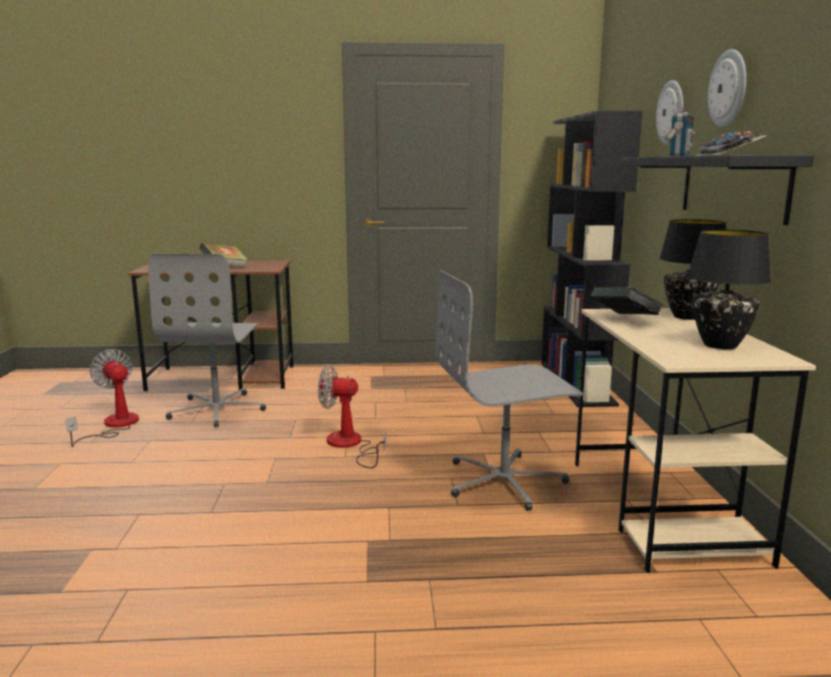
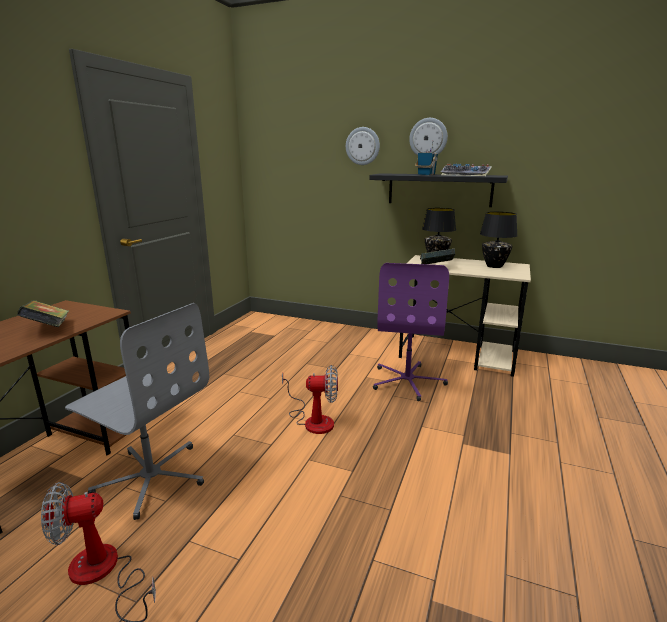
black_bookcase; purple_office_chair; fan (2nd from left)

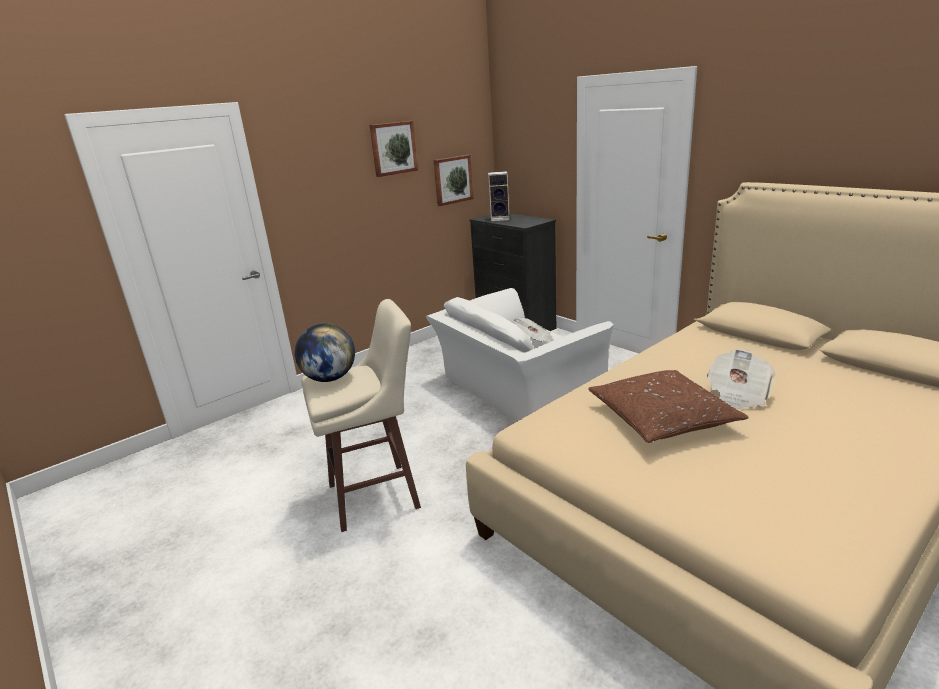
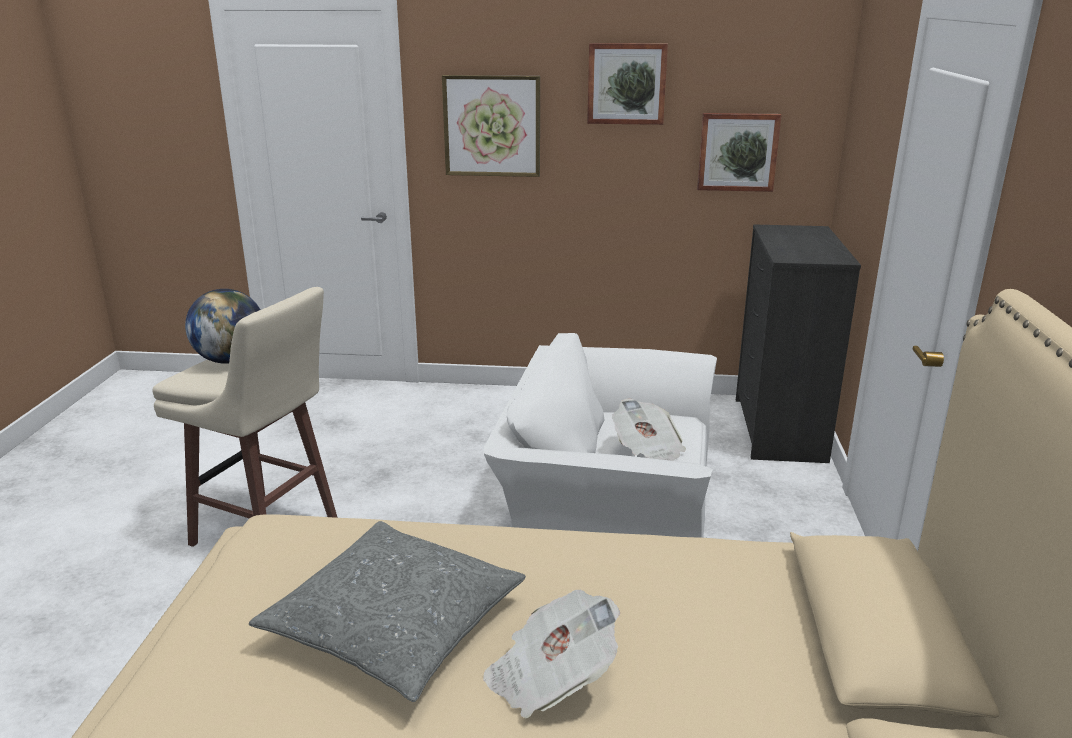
speaker; picture (1st from left); grey_pillow

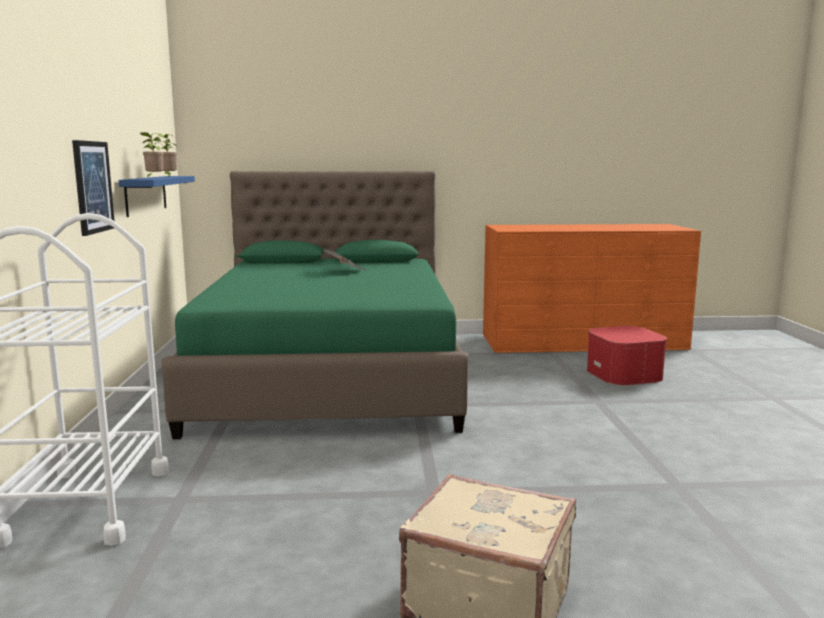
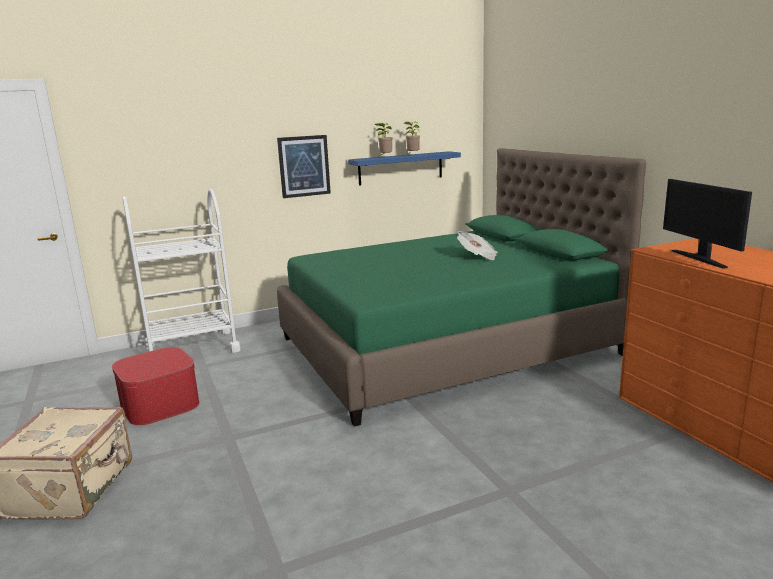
monitor; ottoman

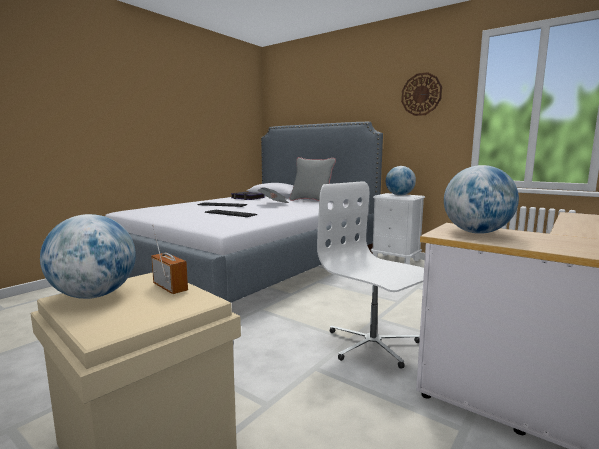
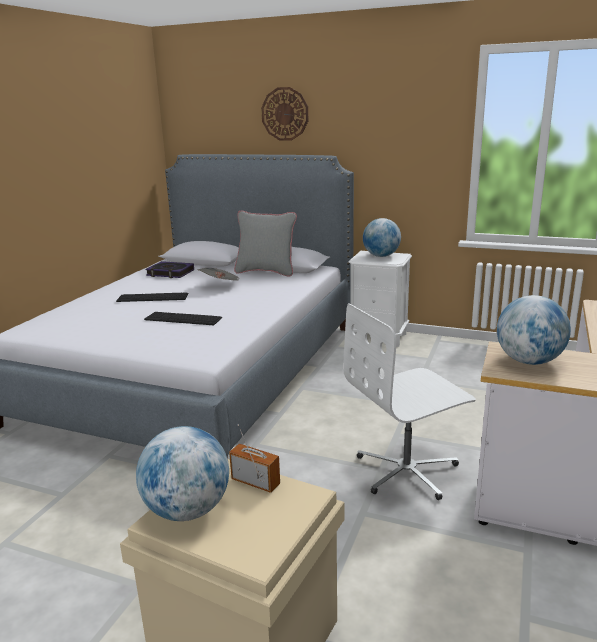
wall_clock; white_office_chair

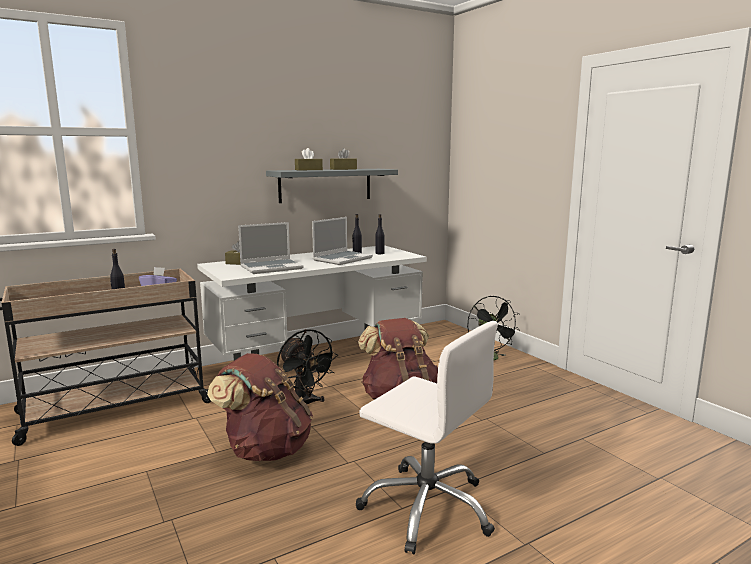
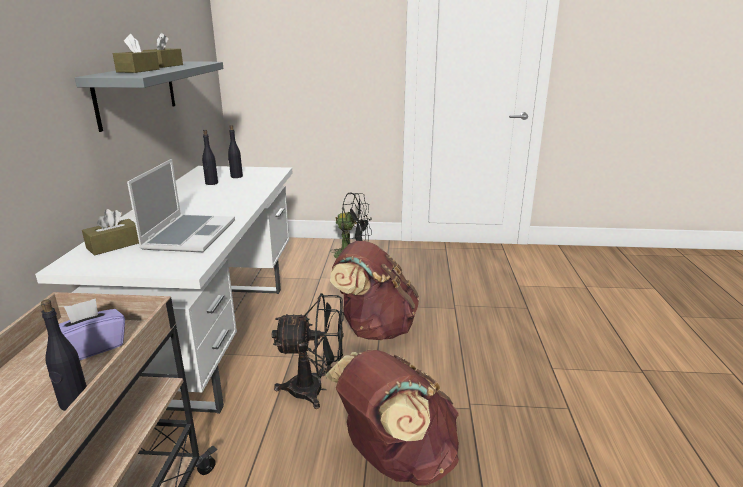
laptop (2nd from left in the first image); white_office_chair

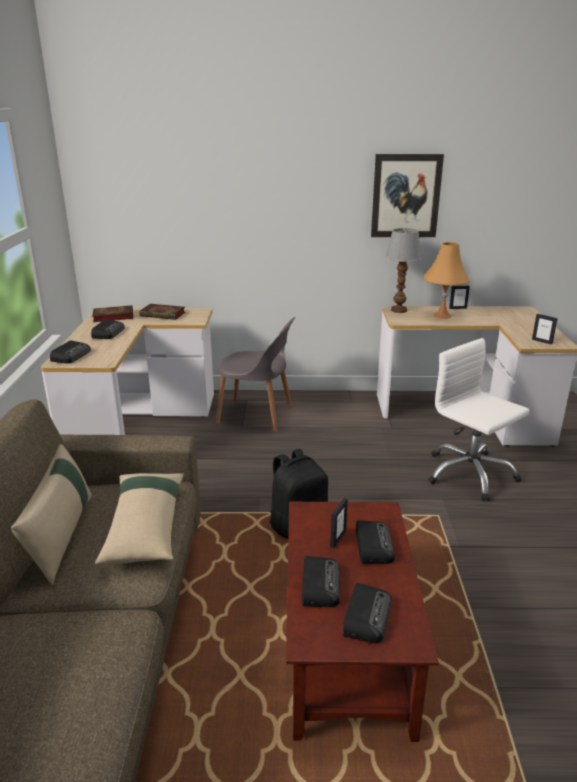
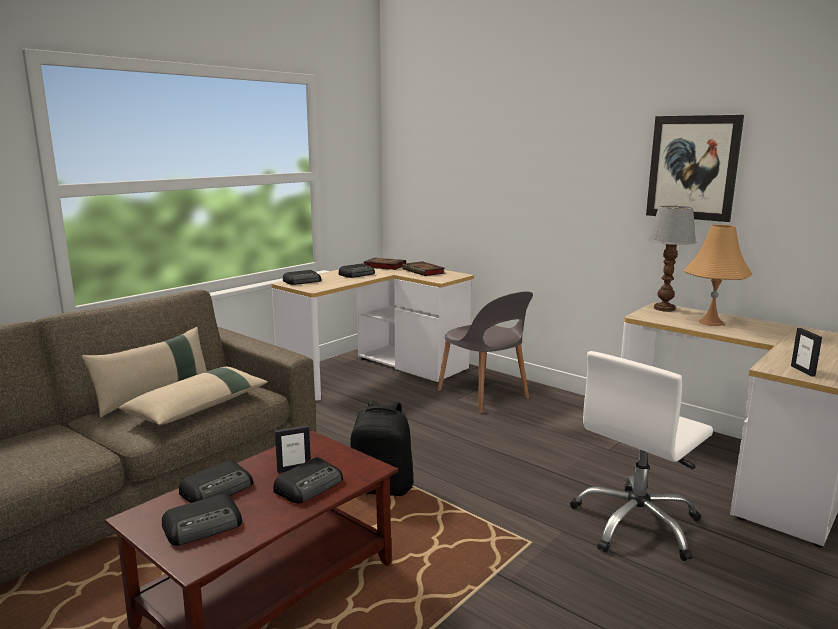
picture_frame (2nd from left in the first image); white_office_chair

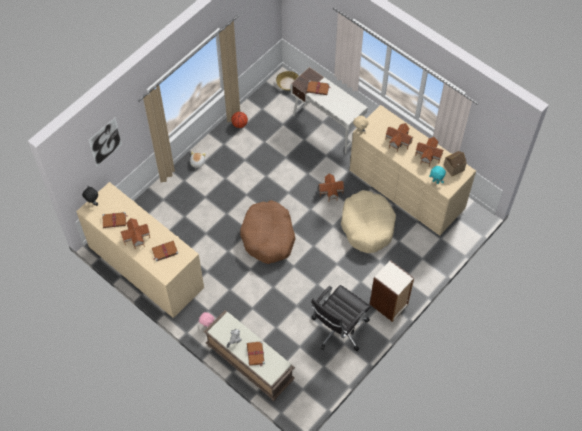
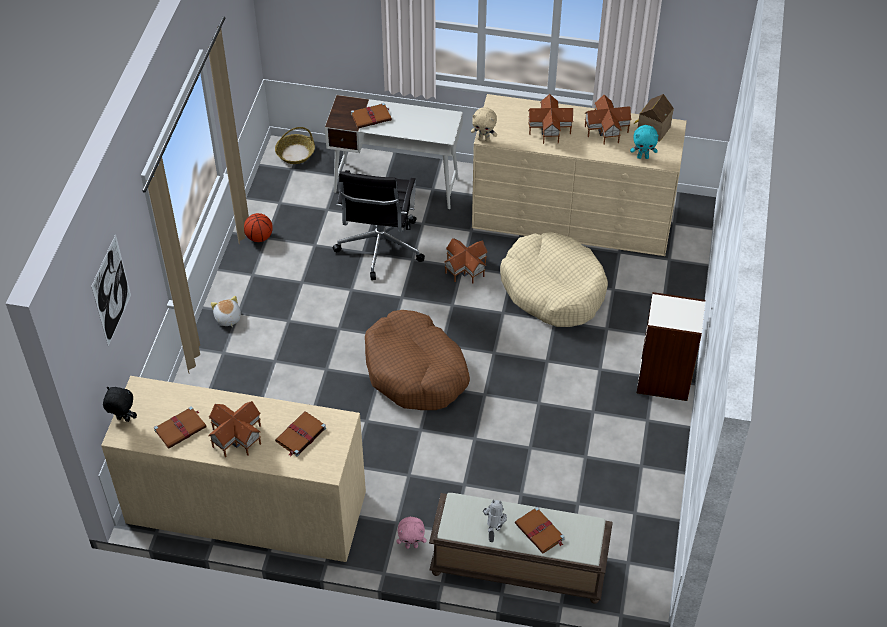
black_office_chair

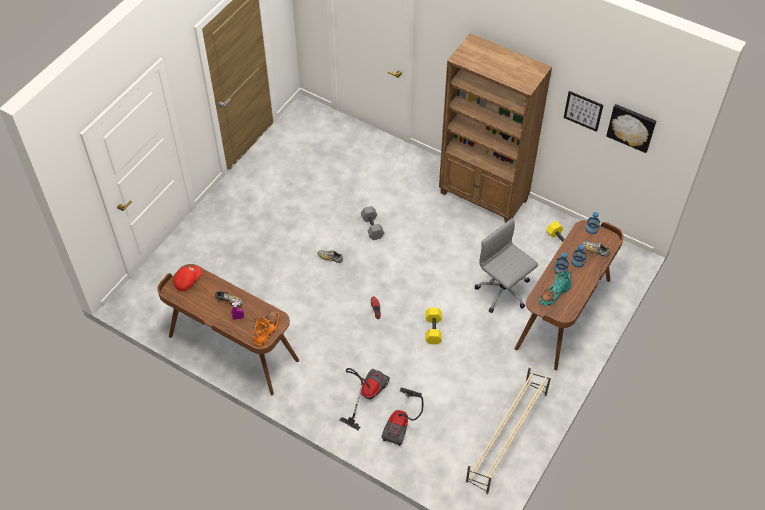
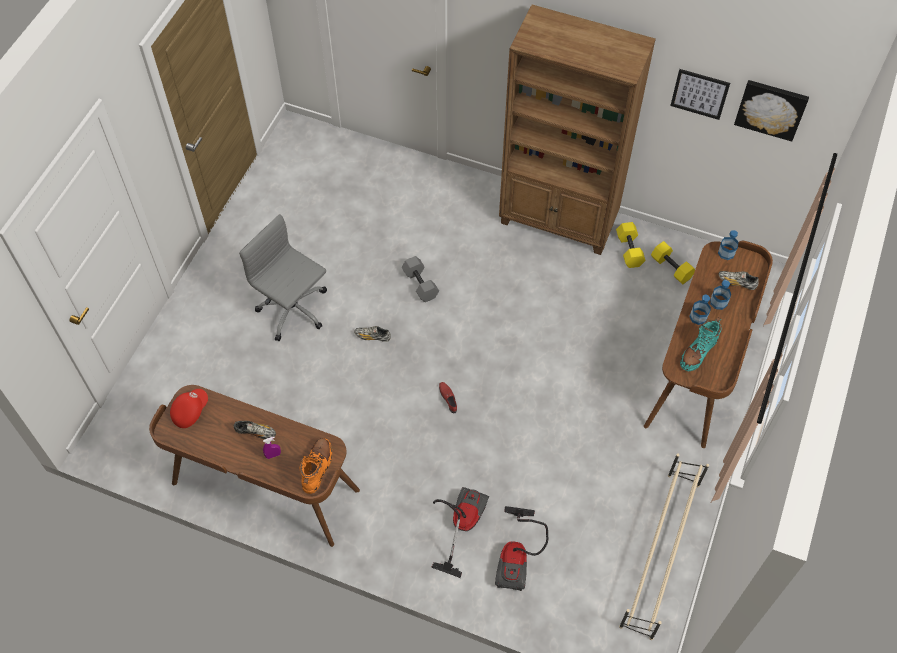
yellow_dumbbell (1st from left); grey_office_chair

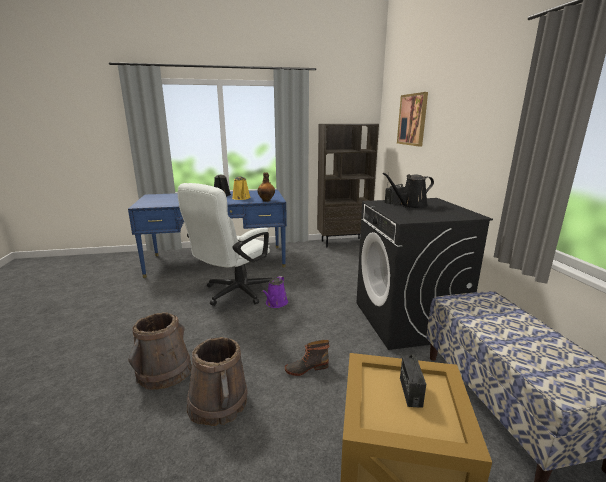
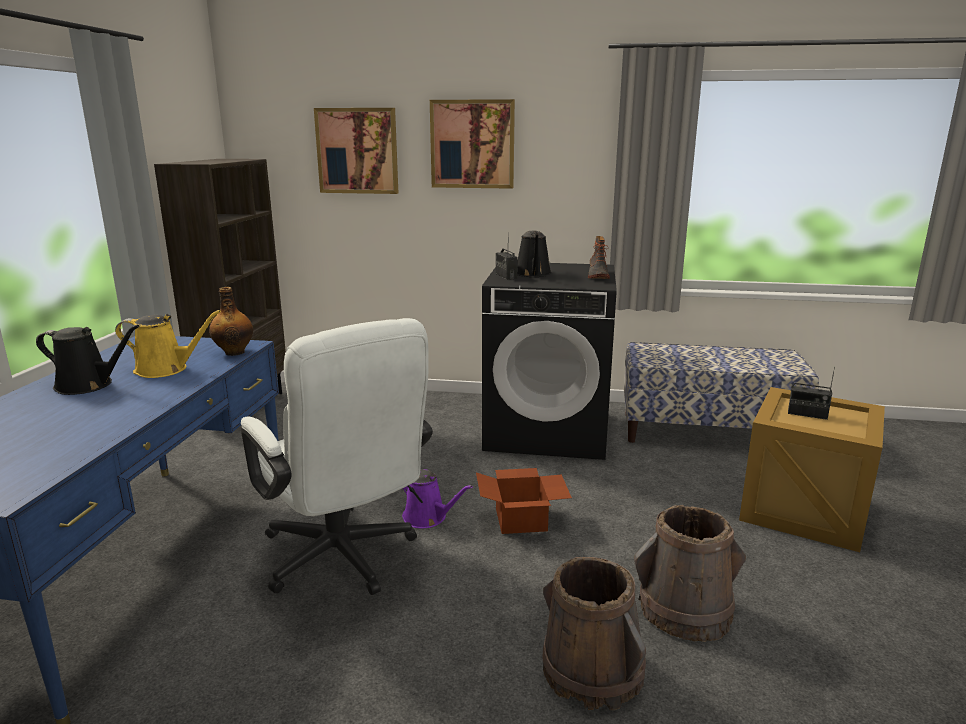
picture (2nd from left); cardboard_box; boot

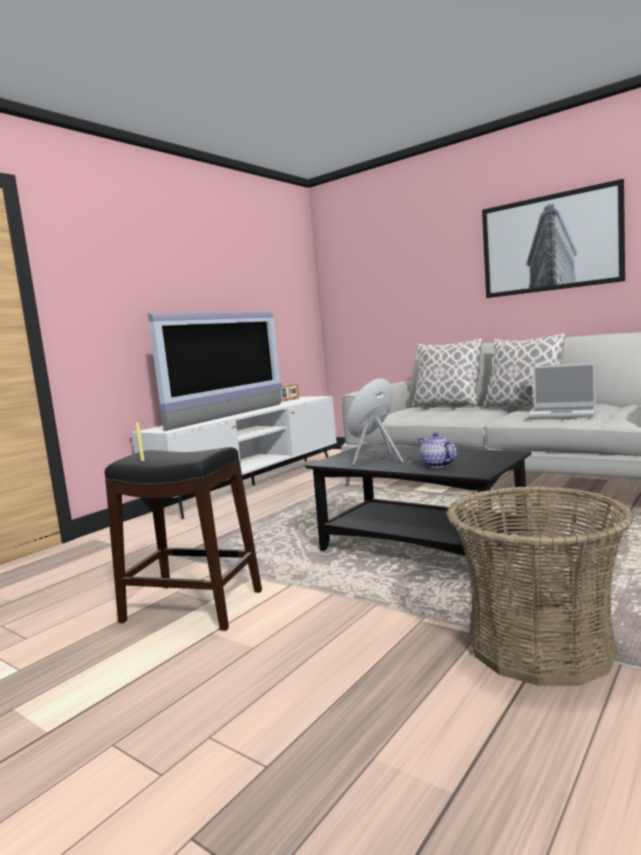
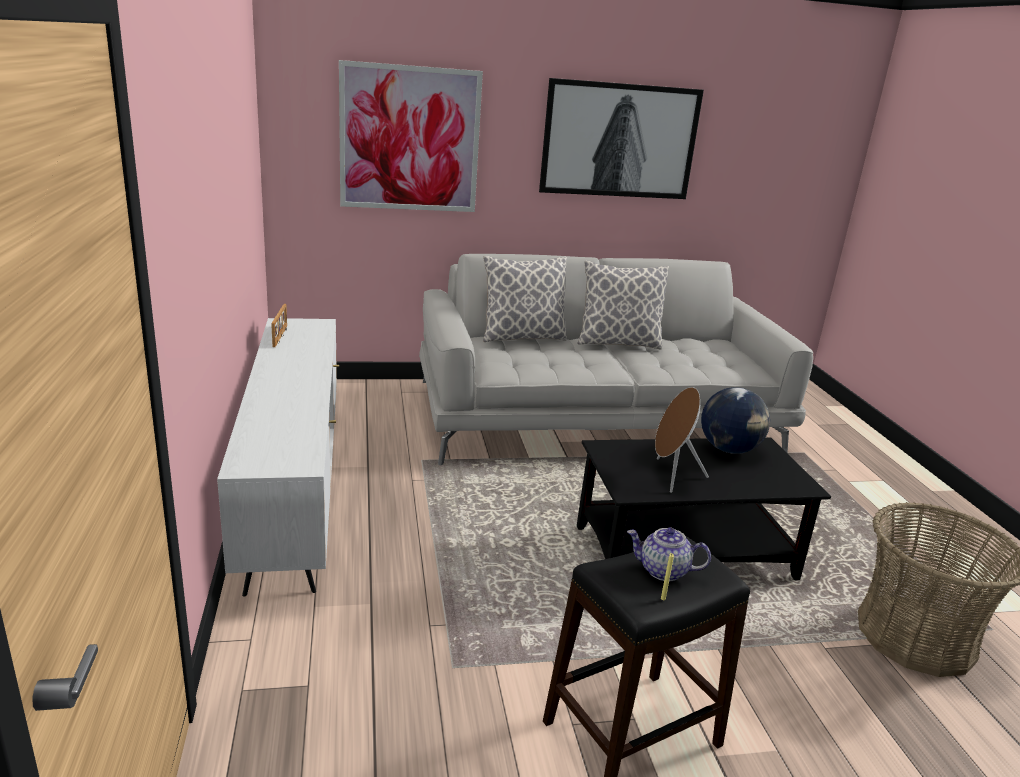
television; laptop; picture (1st from left); globe; teapot

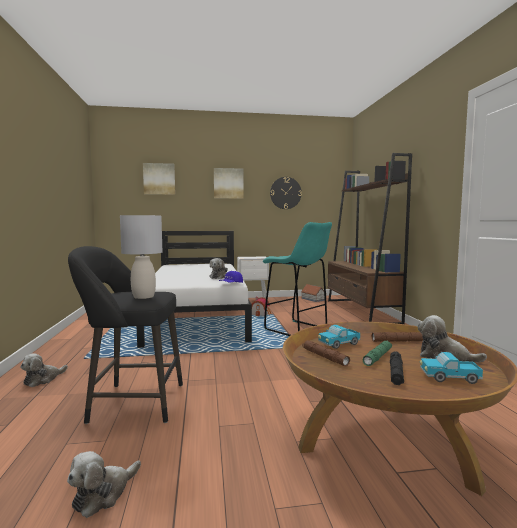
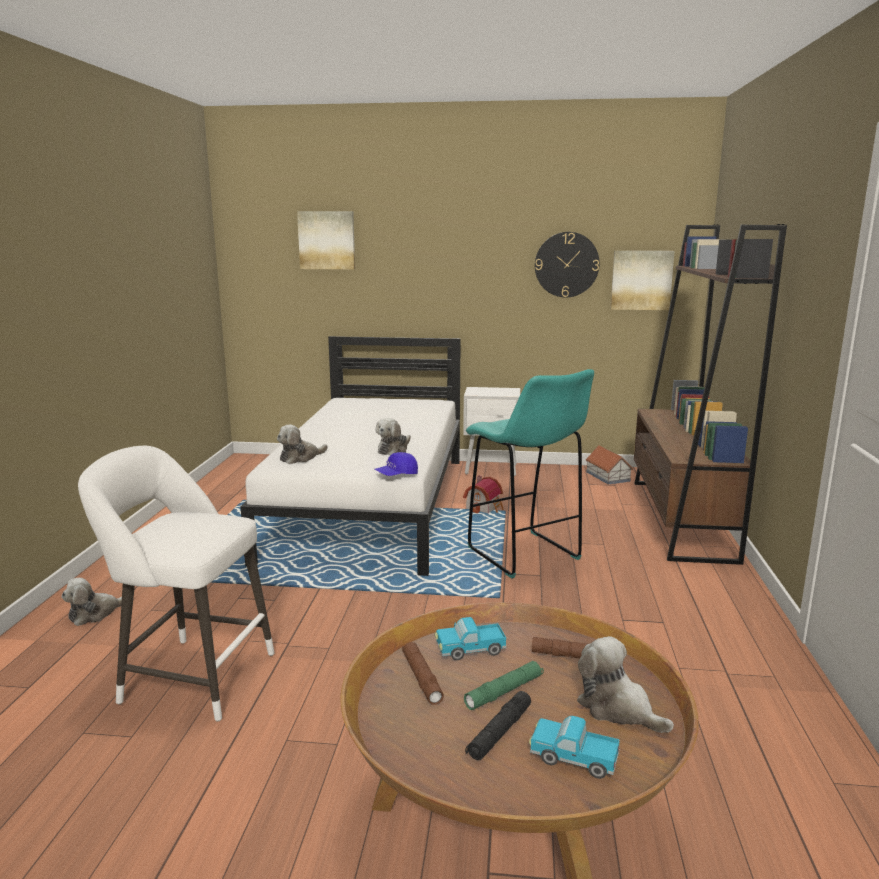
grey_table_lamp; plush_toy (2nd from left); picture (2nd from left); white_stool

